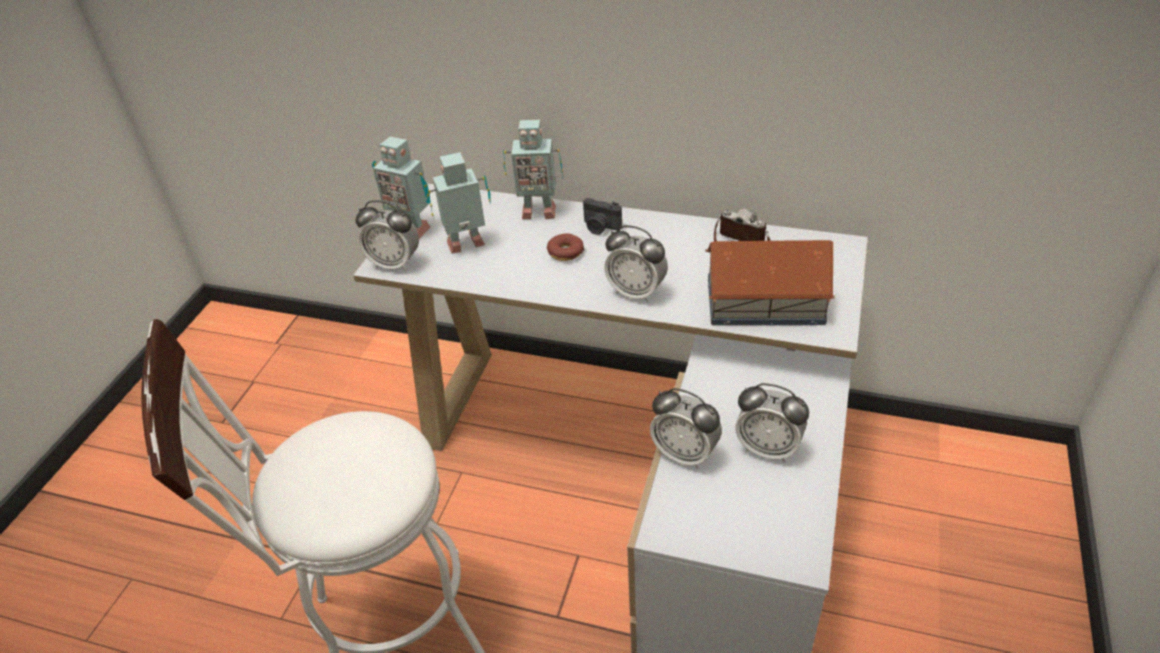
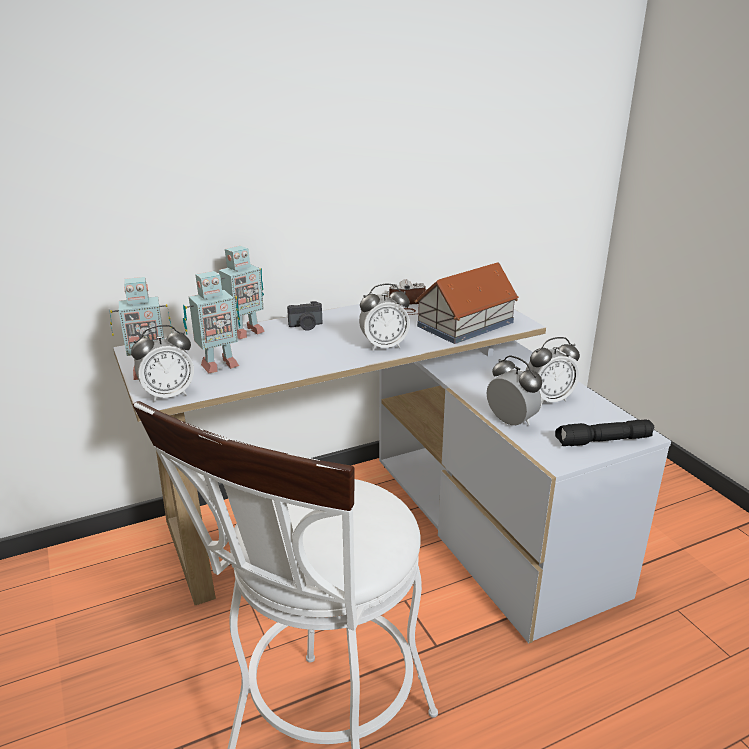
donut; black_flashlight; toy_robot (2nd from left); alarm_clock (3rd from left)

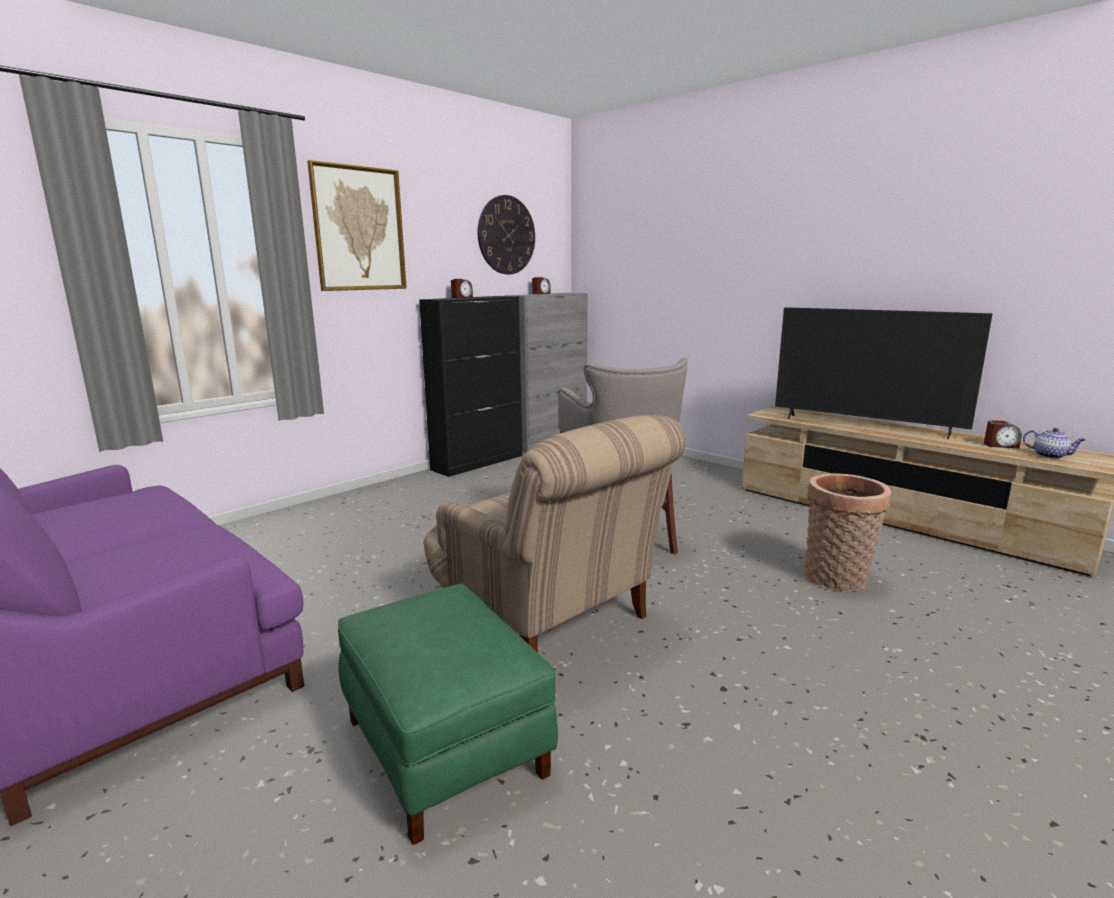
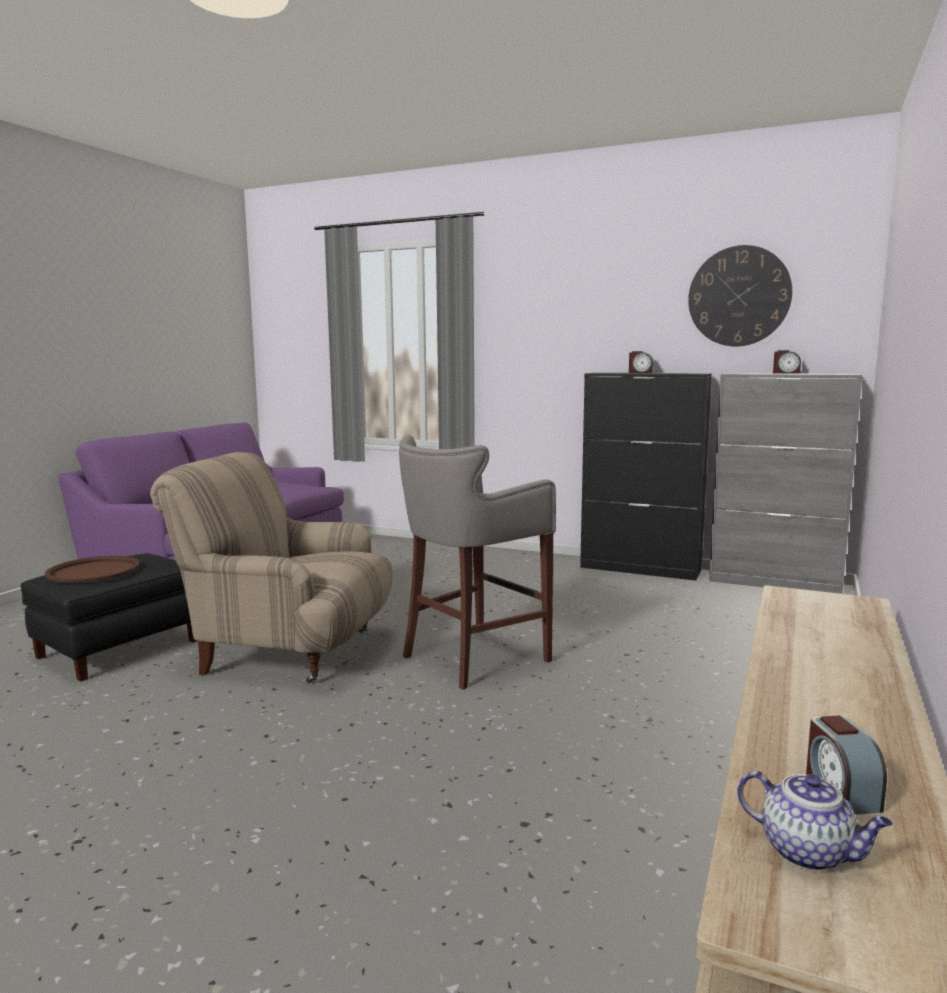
picture; television; basket; brown_tray; black_ottoman; beige_armchair; teapot

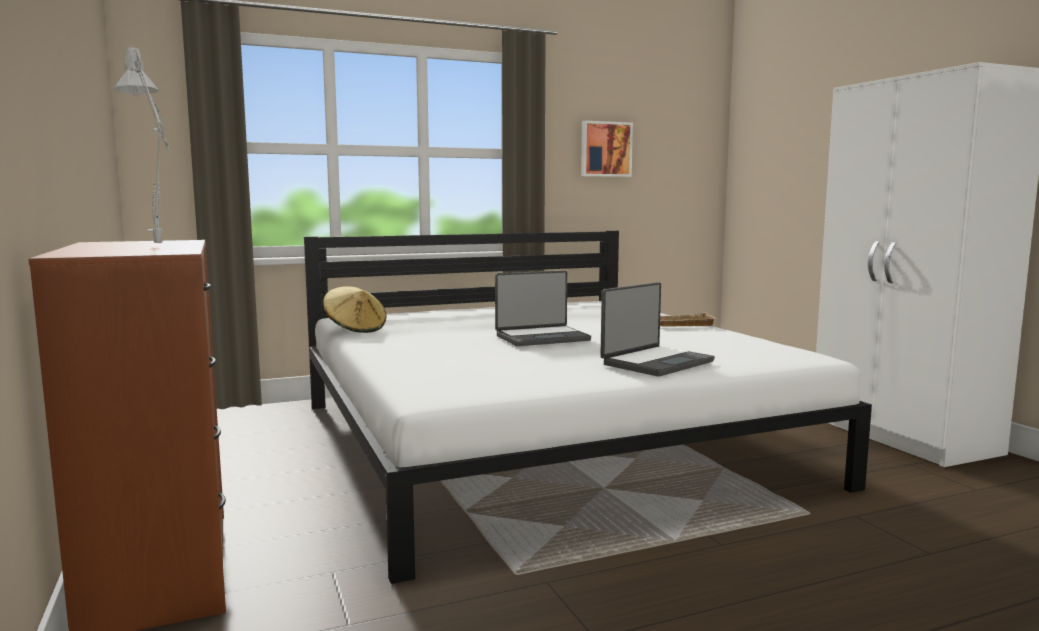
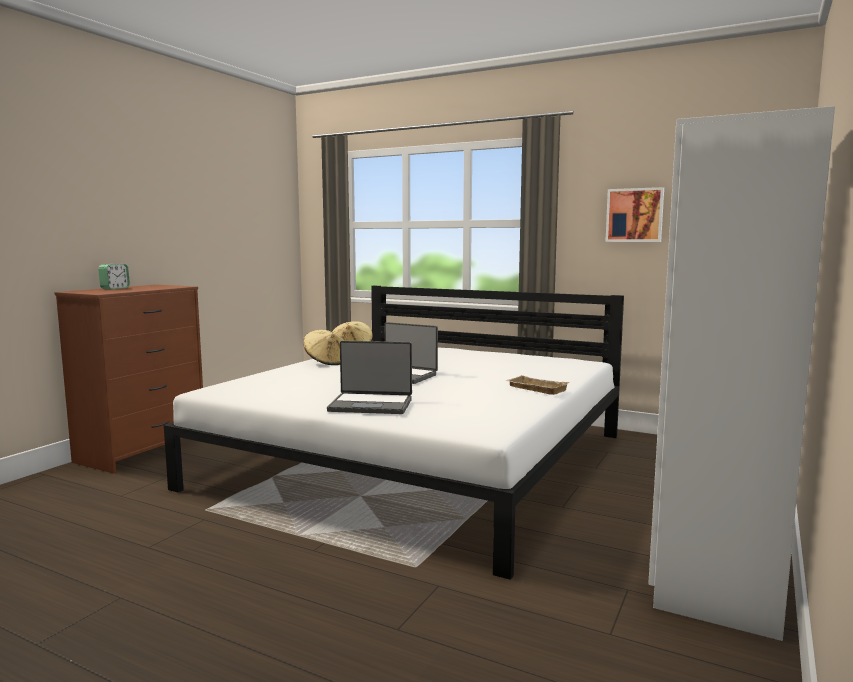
grey_table_lamp; alarm_clock; beige_hat (1st from left)

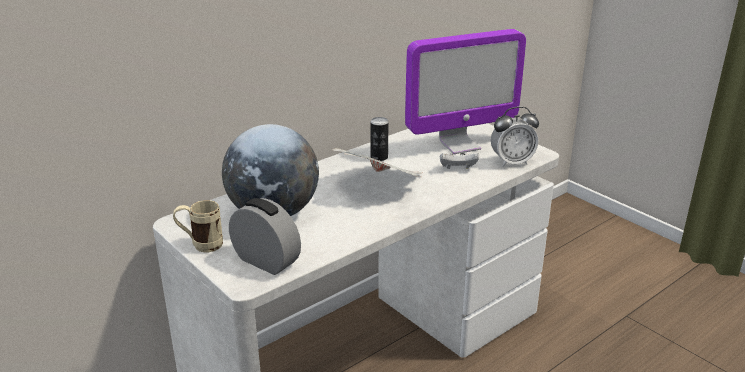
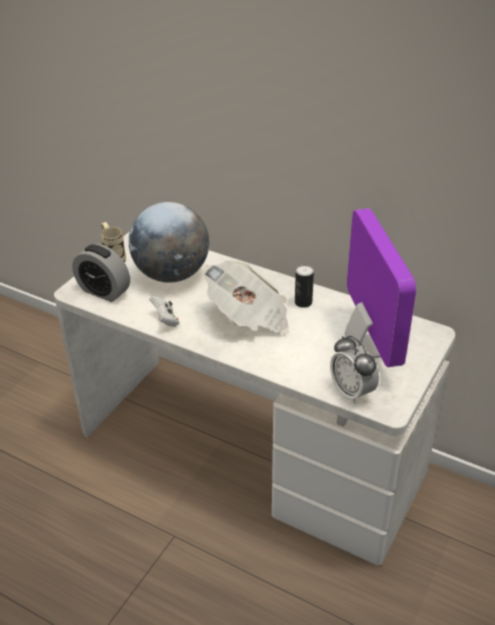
white_game_controller; alarm_clock (1st from left); monitor

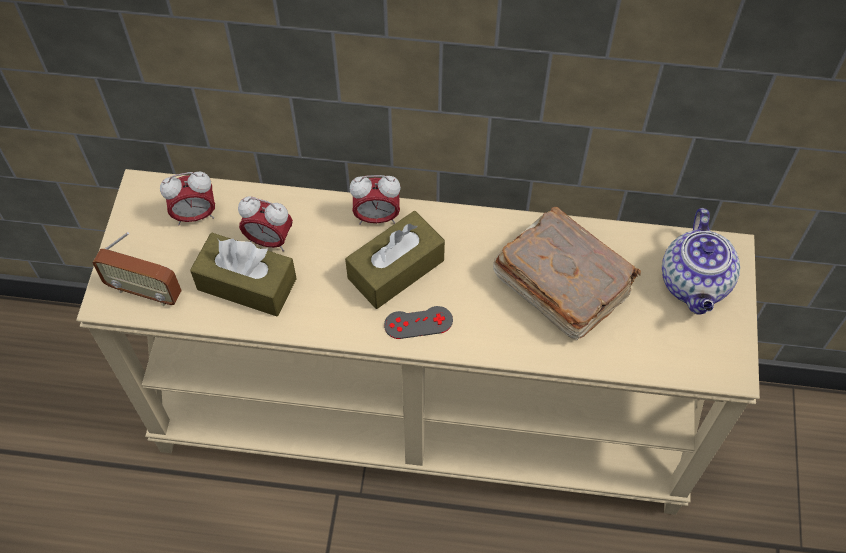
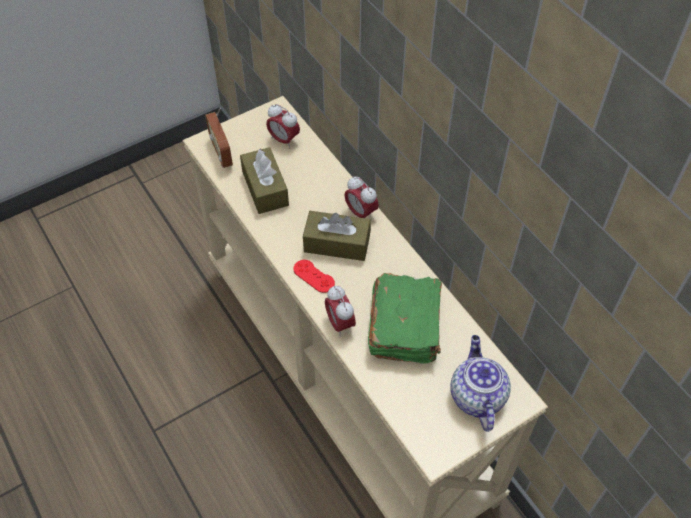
alarm_clock (2nd from left); red_game_controller; green_book; teapot

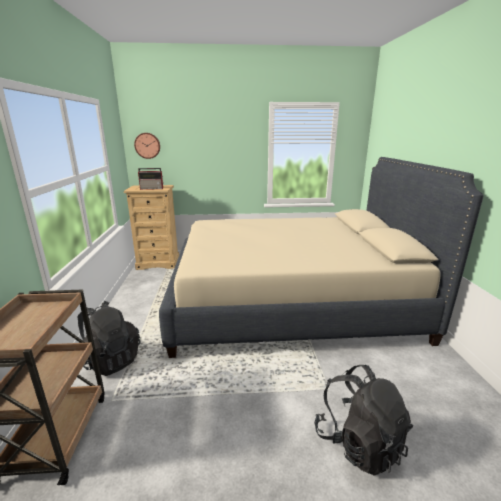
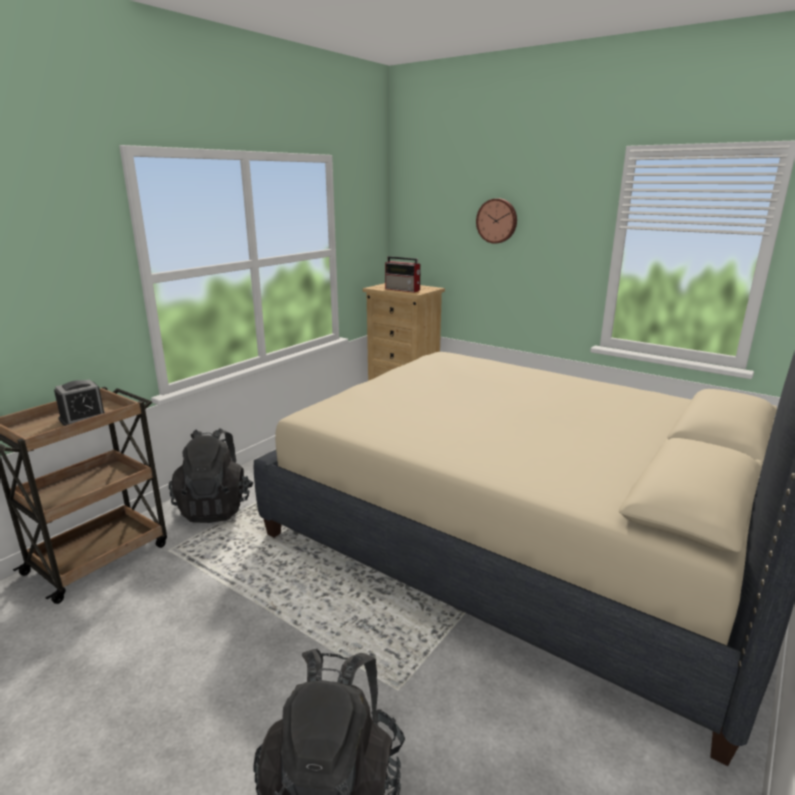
alarm_clock; wall_clock

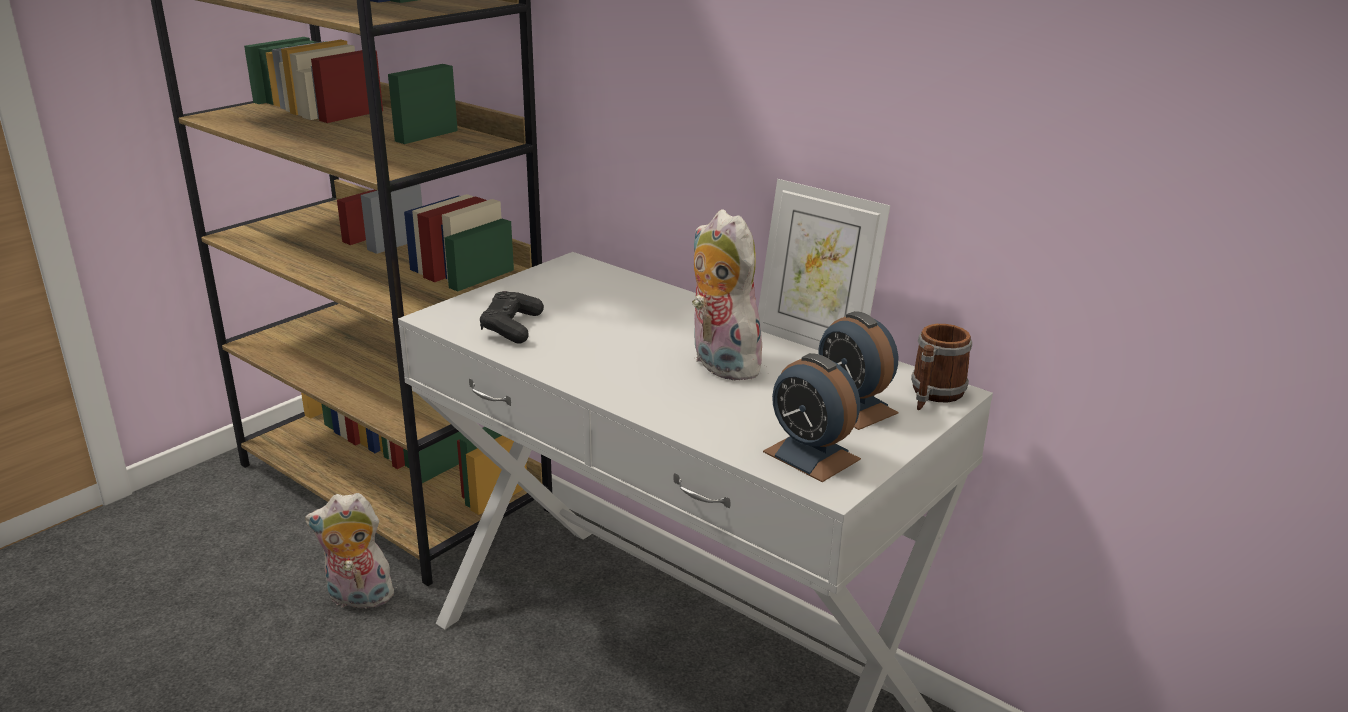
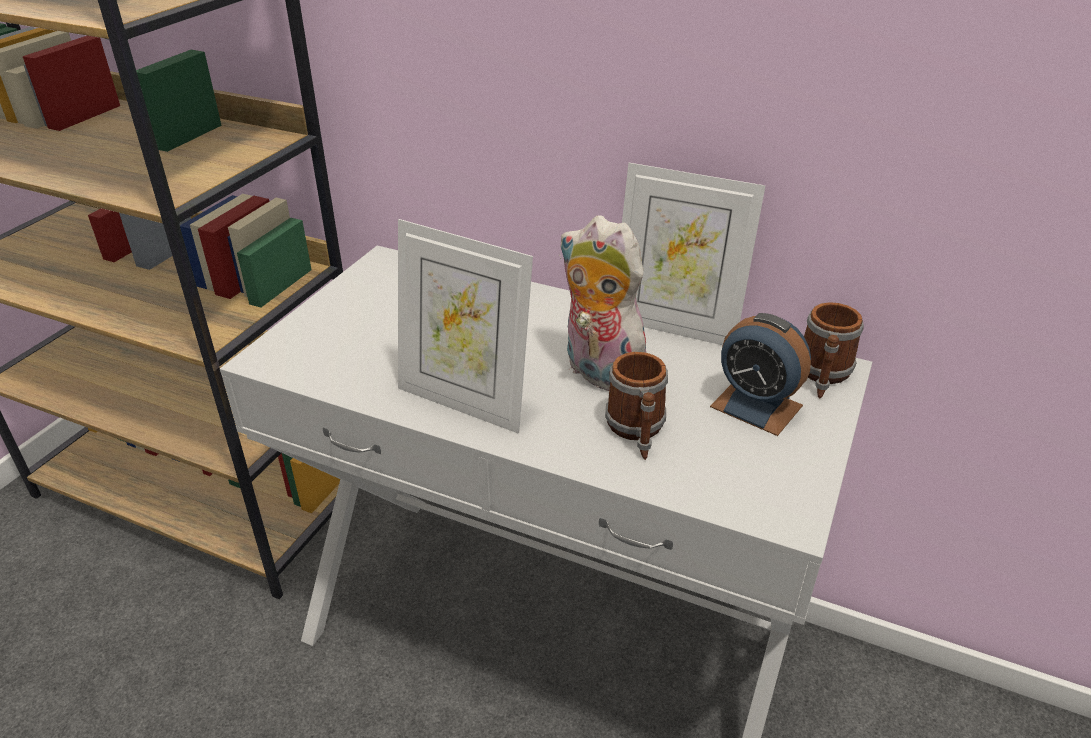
plush_toy (1st from left in the first image); black_game_controller; alarm_clock (1st from left in the first image); picture_frame (1st from left); mug (1st from left)

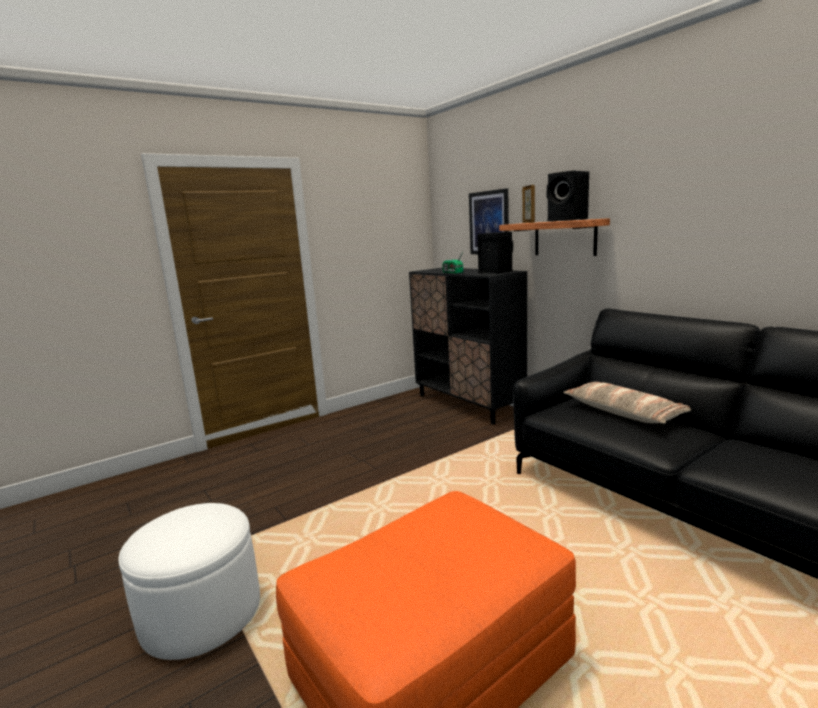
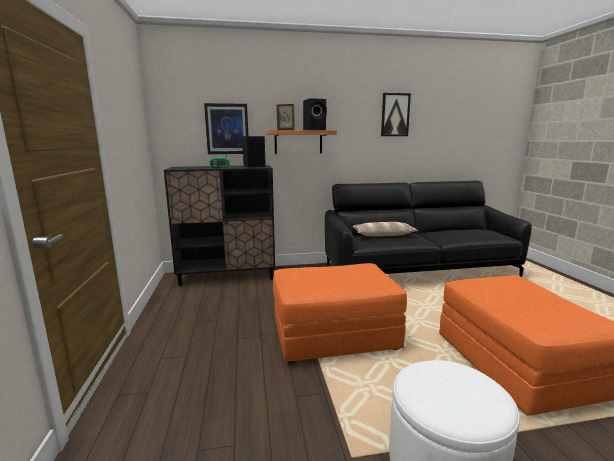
orange_ottoman (1st from left); picture (2nd from left)

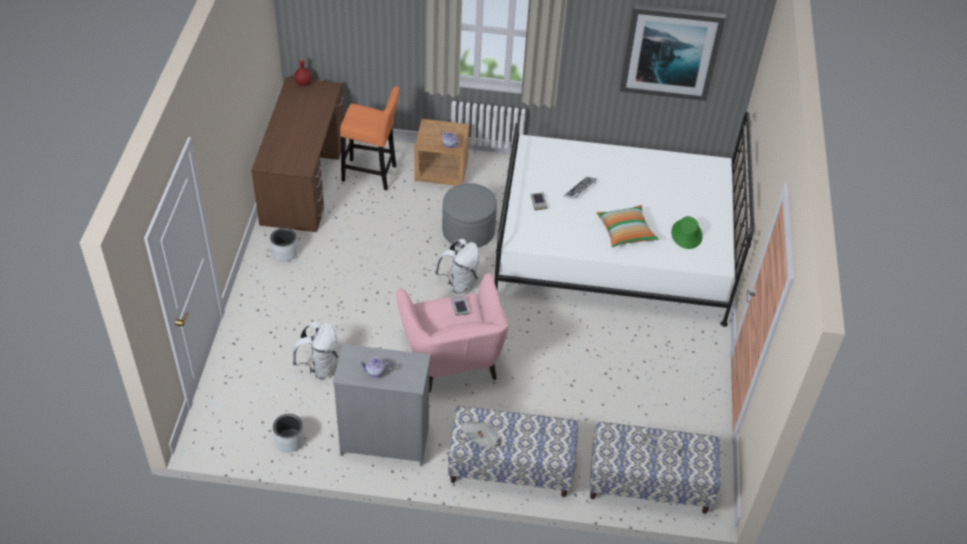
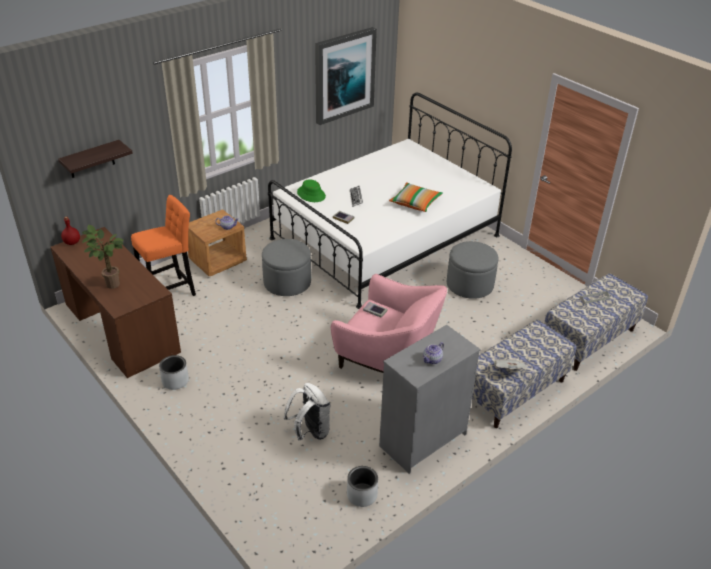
white_backpack (2nd from left in the first image); shelf; potted_plant; grey_ottoman (2nd from left); green_hat

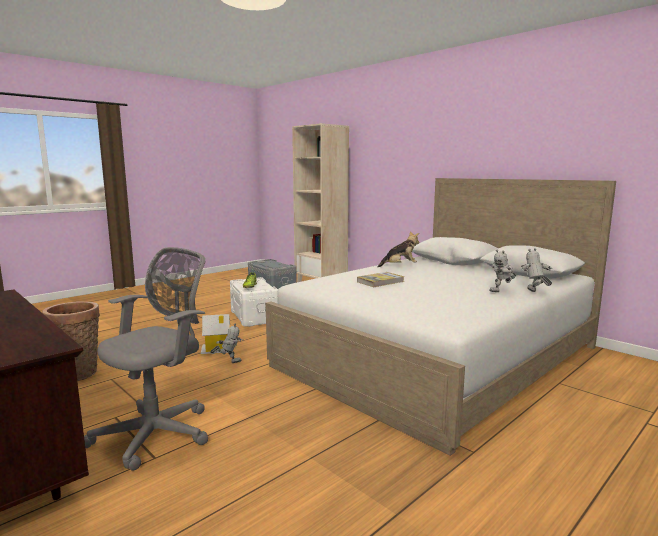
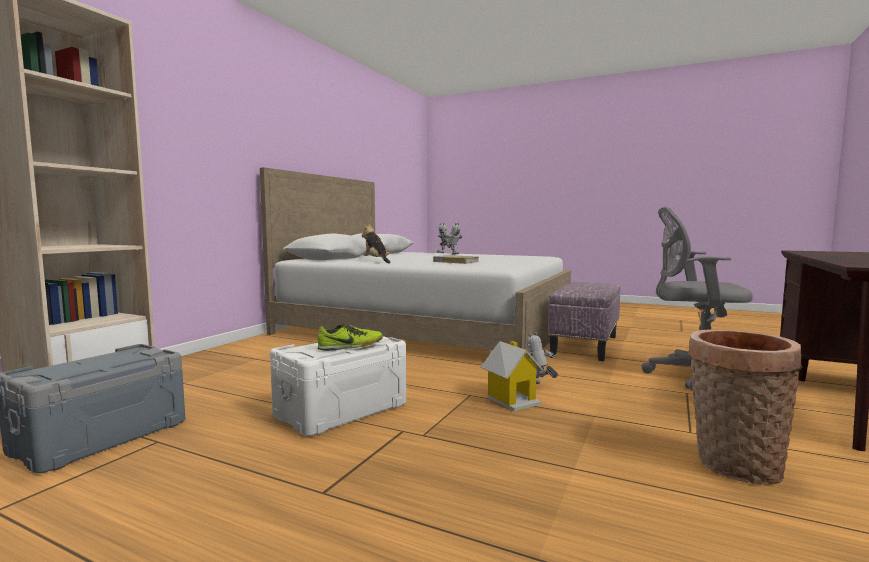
ottoman

